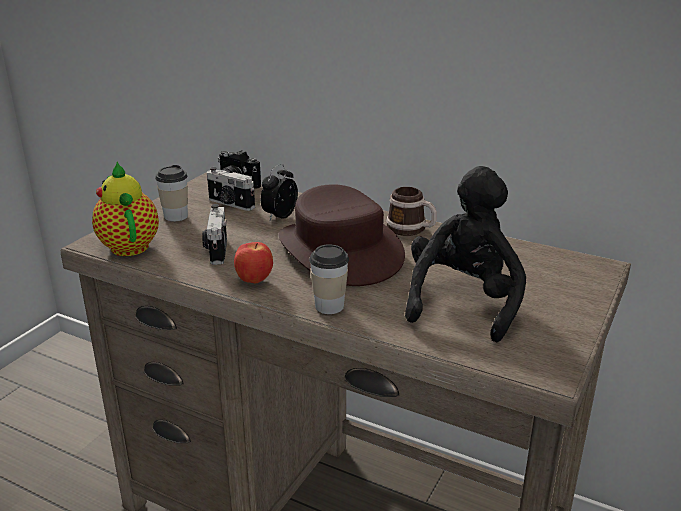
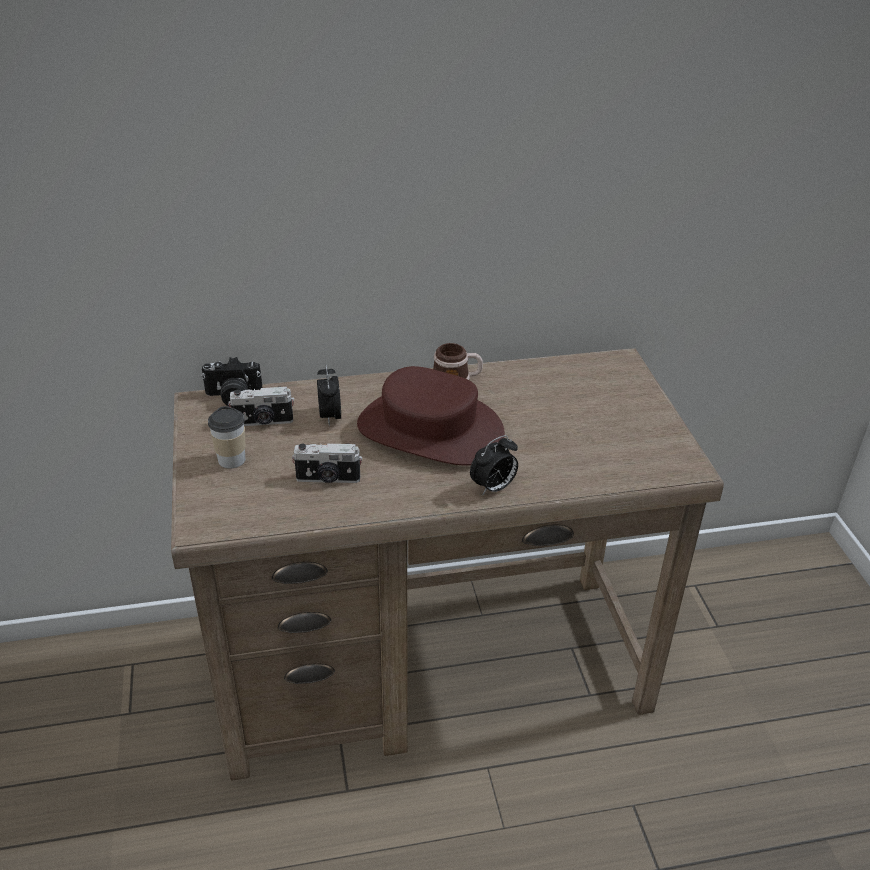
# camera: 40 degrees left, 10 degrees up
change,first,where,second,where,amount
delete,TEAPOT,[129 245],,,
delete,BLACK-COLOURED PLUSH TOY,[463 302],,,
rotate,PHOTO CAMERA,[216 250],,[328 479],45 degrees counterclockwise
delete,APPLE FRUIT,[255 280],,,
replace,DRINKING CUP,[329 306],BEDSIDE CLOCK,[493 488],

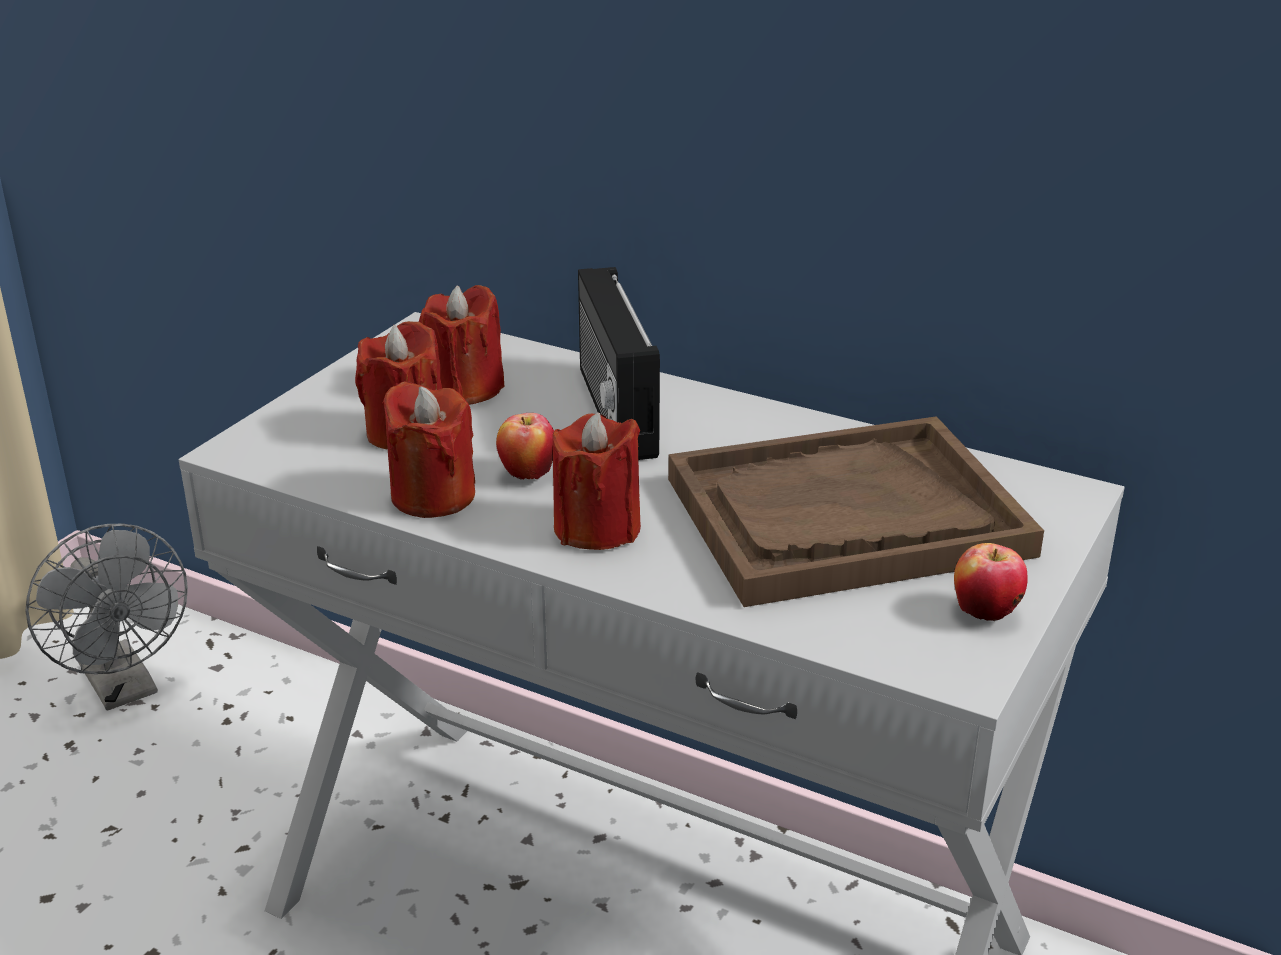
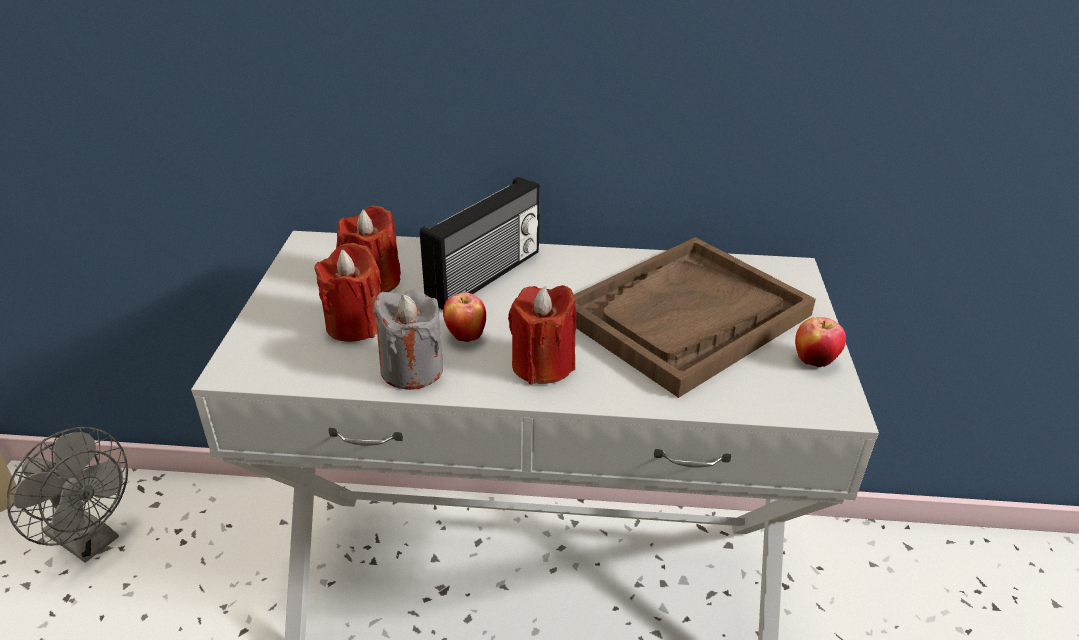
# camera: 25 degrees left, 5 degrees up
change,first,where,second,where,amount
rotate,RADIO,[612 412],,[486 276],105 degrees counterclockwise
recolor,RED WAX CANDLE,[433 496],GREY WAX CANDLE,[412 369],

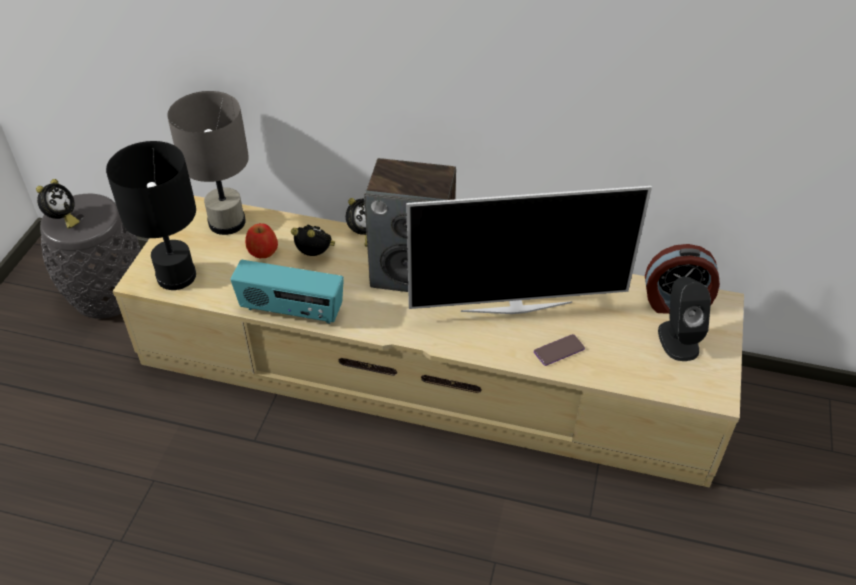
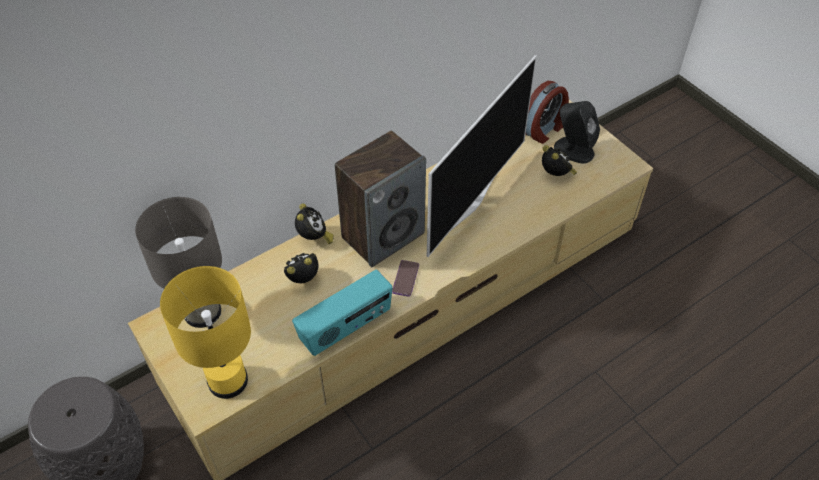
# camera: 50 degrees left, 5 degrees up
change,first,where,second,where,amount
recolor,BLACK-COLOURED LAMP FOR A TABLE,[177 276],YELLOW-COLOURED LAMP FOR A TABLE,[228 380],
move,BEDSIDE CLOCK,[62 219],,[556 175],
delete,APPLE FRUIT,[263 250],,,
move,PHONE,[559 350],,[405 278],

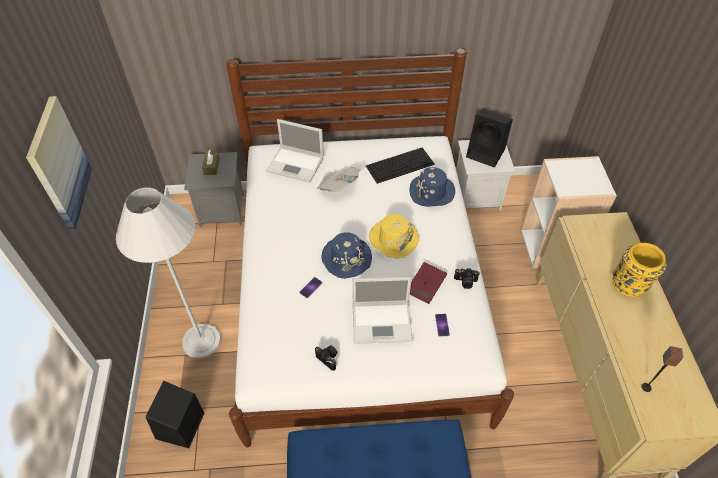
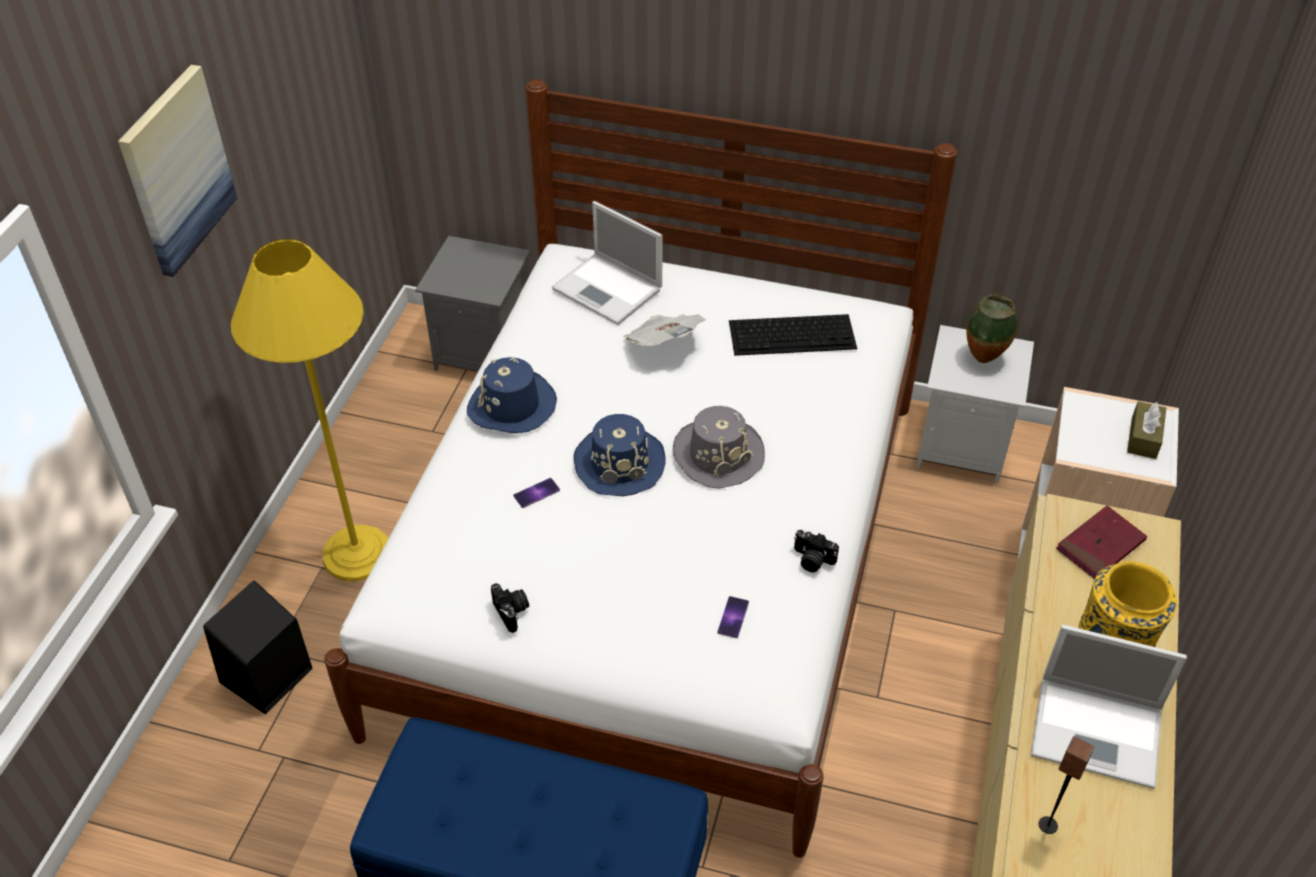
# camera: 20 degrees right, 5 degrees down
change,first,where,second,where,amount
replace,BLACK-COLOURED LOUDSPEAKER,[486 153],FLOWER VASE,[984 360],
move,BROWN BOX OF TISSUES,[211 166],,[1143 437],
move,BLUE-COLOURED HAT,[431 192],,[512 406],
recolor,WHITE FLOOR LAMP,[201 341],YELLOW-COLOURED FLOOR LAMP,[357 554],
recolor,YELLOW-COLOURED HAT,[393 239],GREY HAT,[718 454],
move,RED VOLUME,[426 284],,[1100 545],
move,PORTABLE COMPUTER,[383 322],,[1099 732],

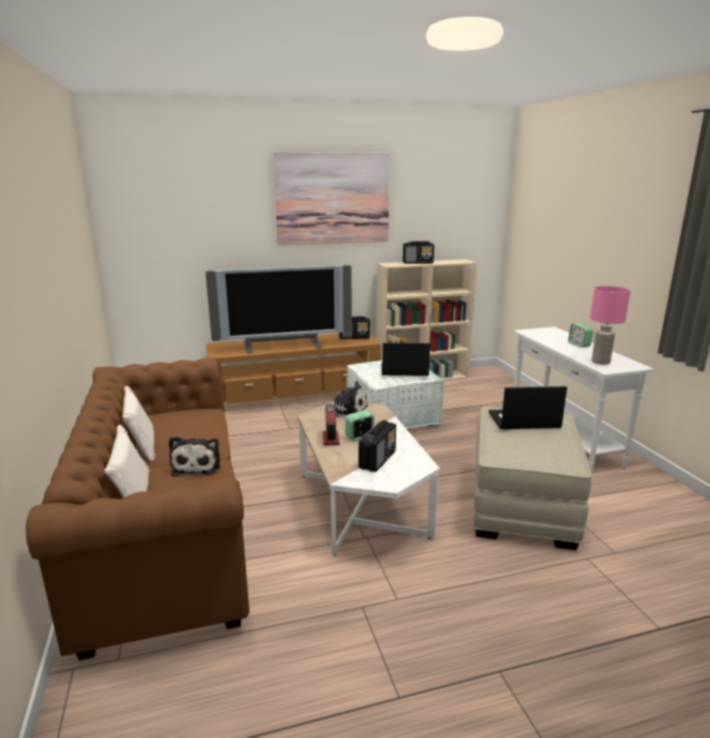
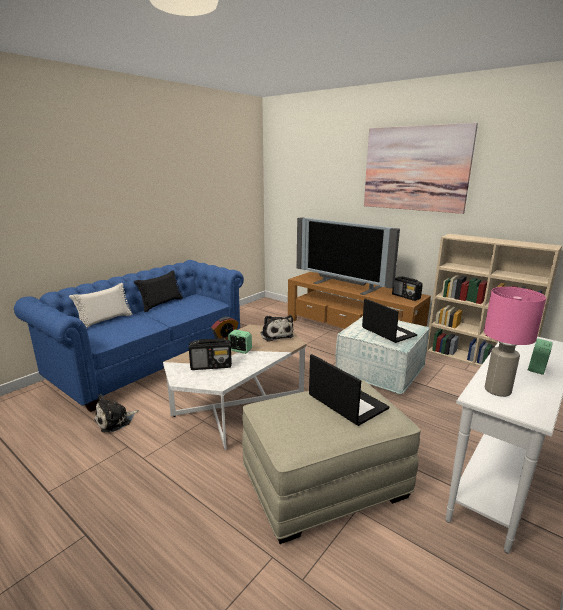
# camera: 55 degrees right, 0 degrees up
change,first,where,second,where,amount
delete,RADIO,[418 263],,,
recolor,BROWN SOFA,[167 539],BLUE-COLOURED SOFA,[151 362],
recolor,WHITE THROW PILLOW,[142 444],BLACK-COLOURED THROW PILLOW,[161 304],
move,PLUSH TOY,[197 465],,[115 421],

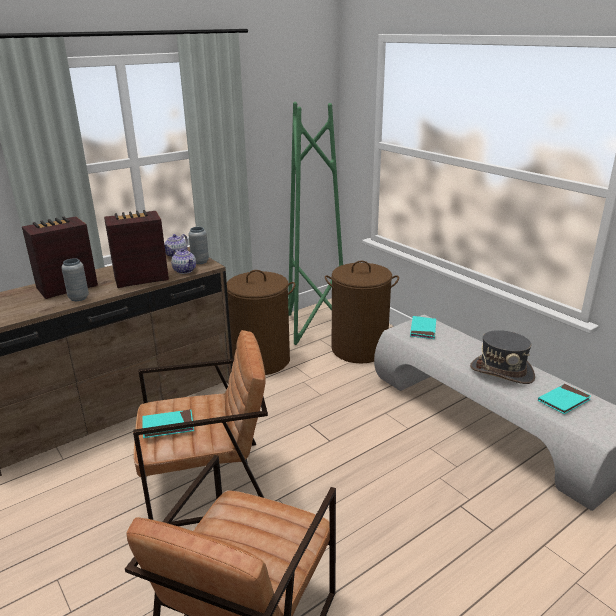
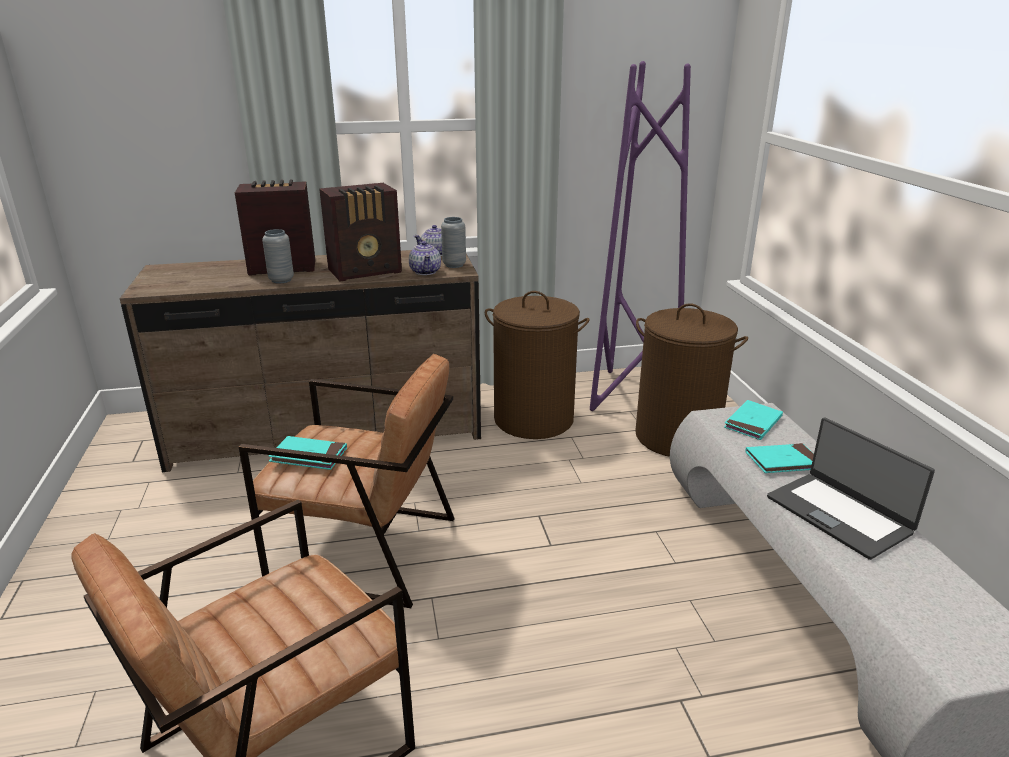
# camera: 25 degrees right, 0 degrees up
change,first,where,second,where,amount
recolor,GREEN-COLOURED CLOTHES RACK,[310 328],PURPLE CLOTHES RACK,[627 394],
rotate,RADIO,[140 278],,[367 271],150 degrees clockwise
replace,GREY HAT,[502 372],PORTABLE COMPUTER,[839 514],
move,TURQUOISE VOLUME,[563 401],,[783 461],

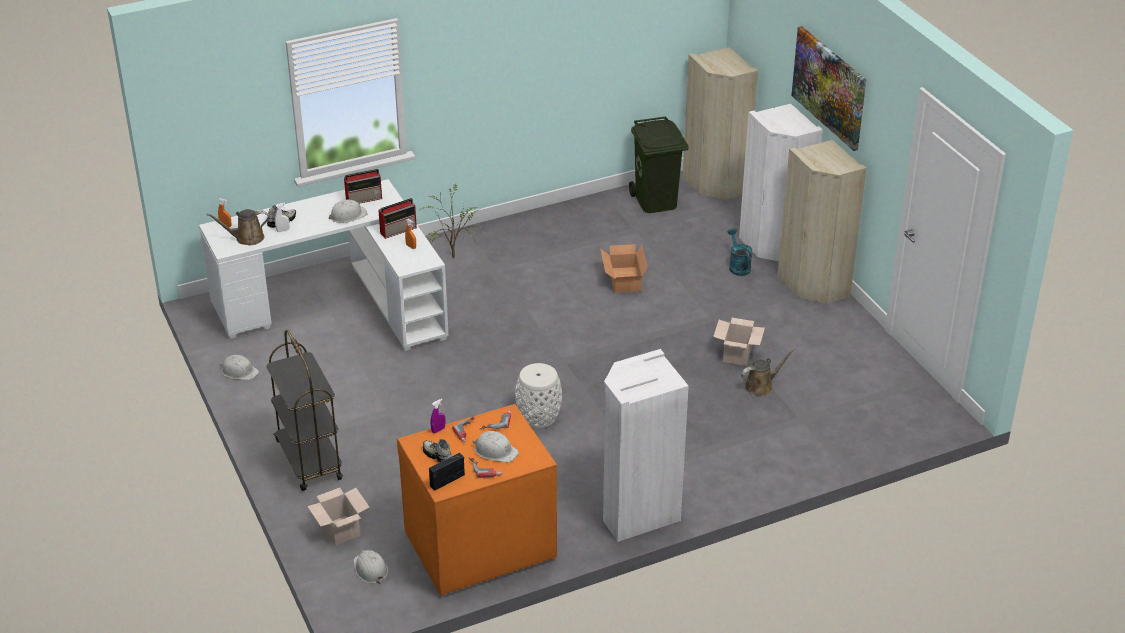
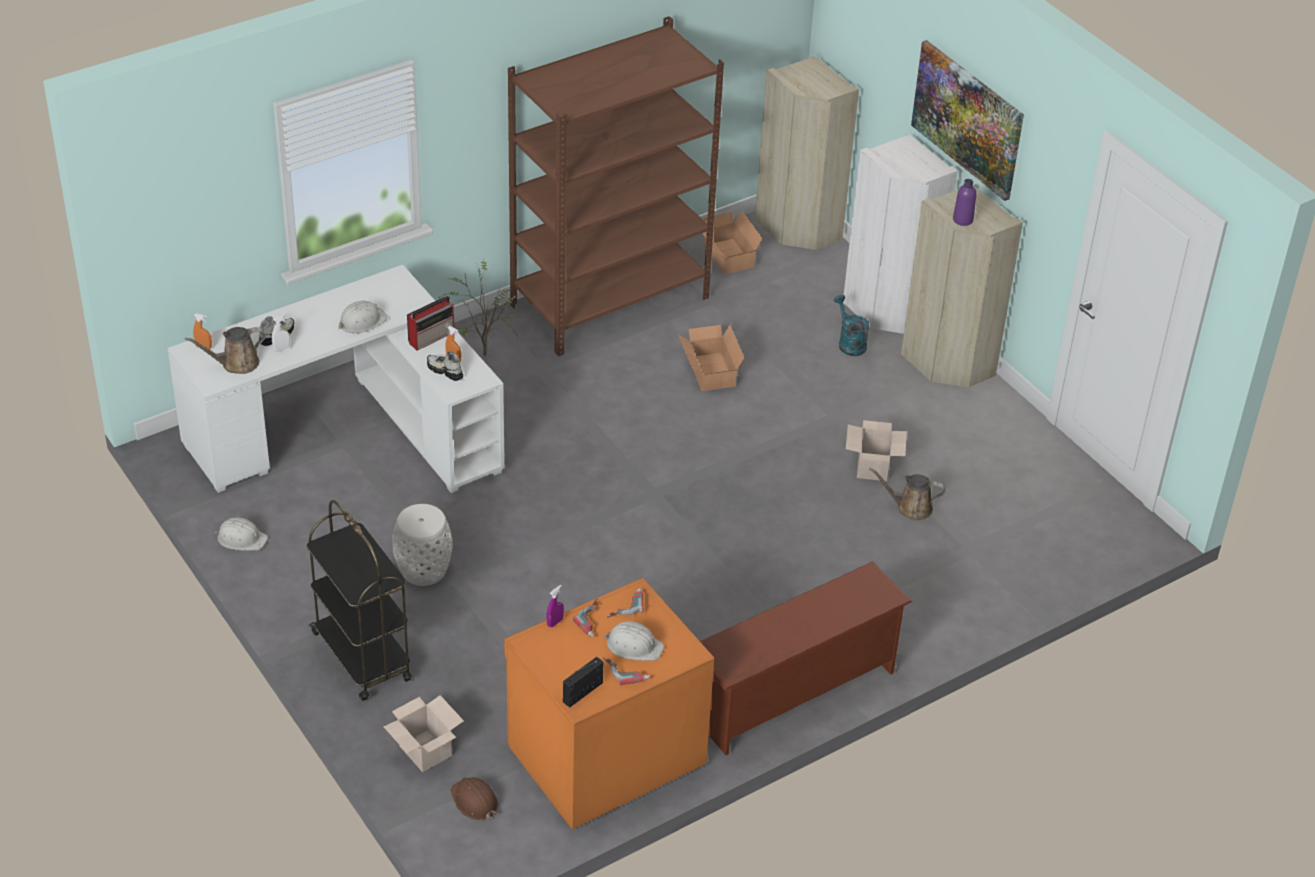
# camera: 10 degrees left, 5 degrees up
change,first,where,second,where,amount
replace,GREEN-COLOURED TRASH CAN,[655 201],CARDBOARD BOX,[727 257],
delete,RADIO,[364 199],,,
rotate,BROWN SPRINKLING CAN,[761 386],,[910 507],135 degrees counterclockwise
replace,WHITE CABINET,[638 514],BROWN SHOE STAND,[793 695],
move,WHITE STOOL,[538 417],,[423 570],
move,SHOE,[438 456],,[445 371],
recolor,WHITE HARD HAT,[370 569],BROWN HARD HAT,[474 801],
insert,,,BROWN BOOKCASE,[610 301],
insert,,,PURPLE BEVERAGE BOTTLE,[963 220],

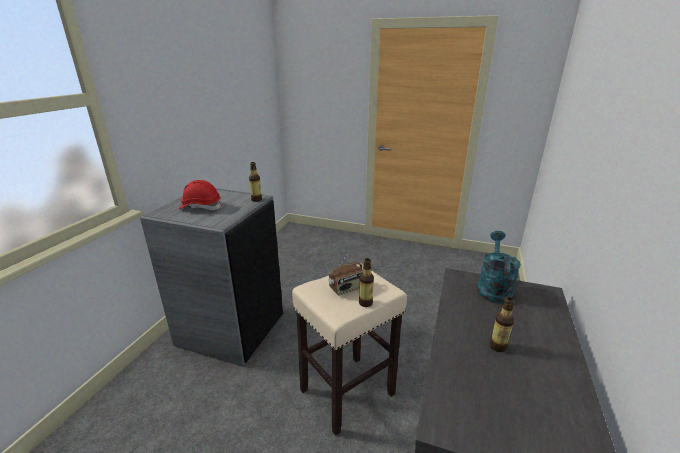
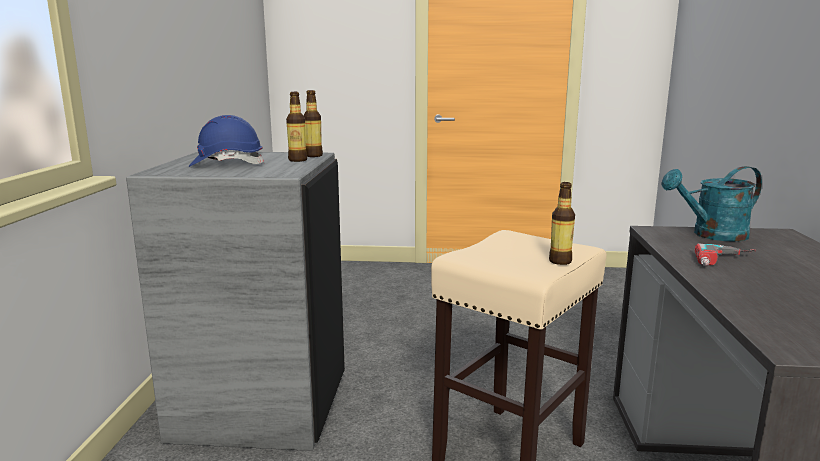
# camera: 15 degrees left, 10 degrees down
change,first,where,second,where,amount
recolor,RED HARD HAT,[200 207],BLUE-COLOURED HARD HAT,[227 164],
rotate,TURQUOISE SPRINKLING CAN,[493 287],,[712 235],105 degrees counterclockwise
delete,RADIO,[346 288],,,
move,BEVERAGE BOTTLE,[498 346],,[298 160],
insert,,,ELECTRIC DRILL,[728 262],

